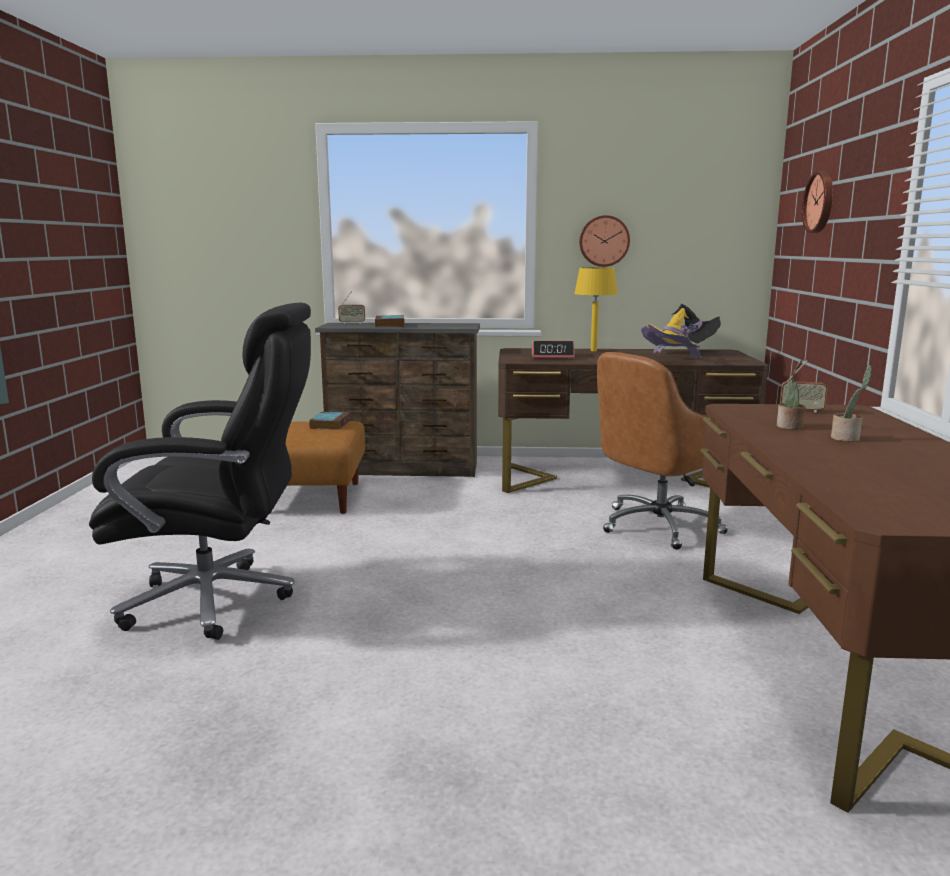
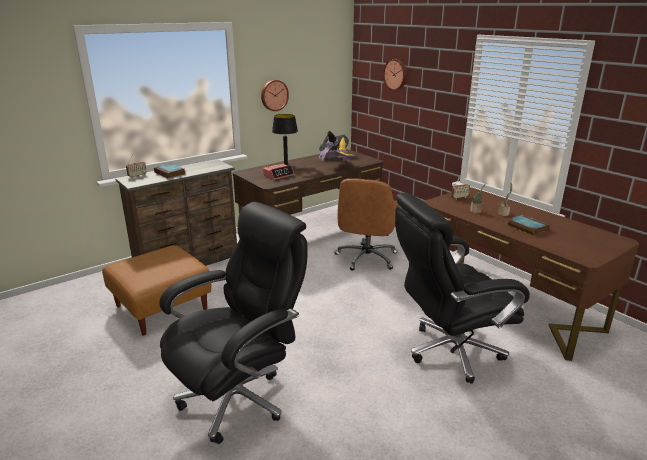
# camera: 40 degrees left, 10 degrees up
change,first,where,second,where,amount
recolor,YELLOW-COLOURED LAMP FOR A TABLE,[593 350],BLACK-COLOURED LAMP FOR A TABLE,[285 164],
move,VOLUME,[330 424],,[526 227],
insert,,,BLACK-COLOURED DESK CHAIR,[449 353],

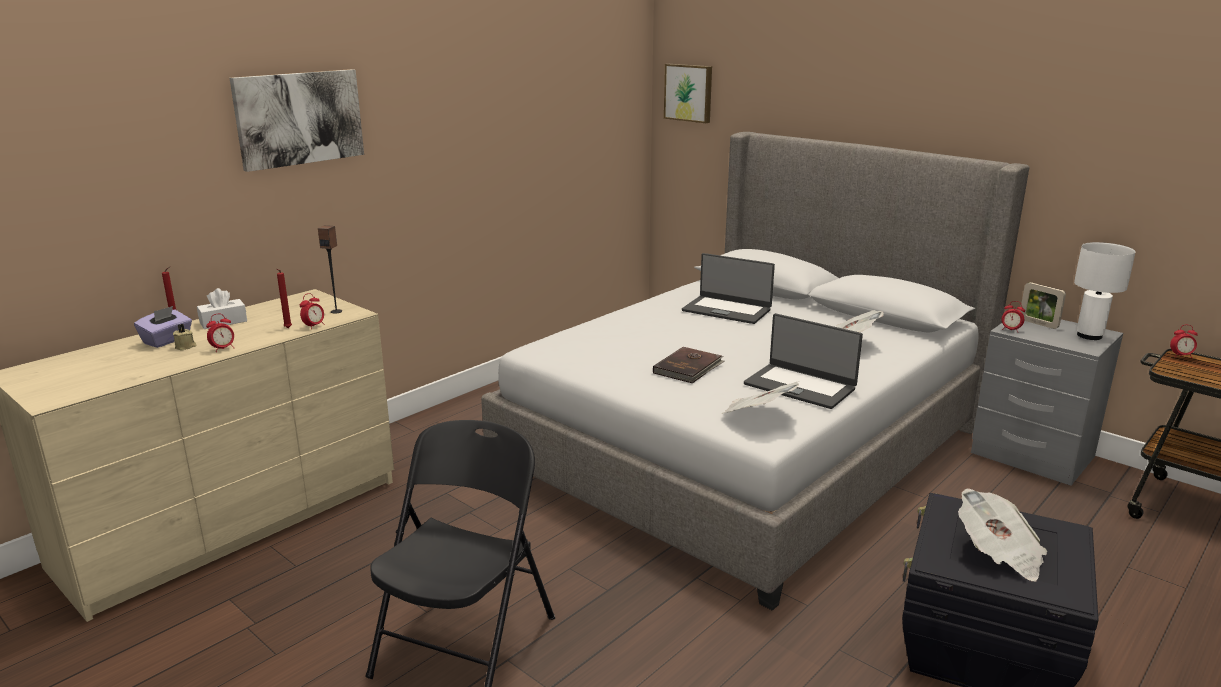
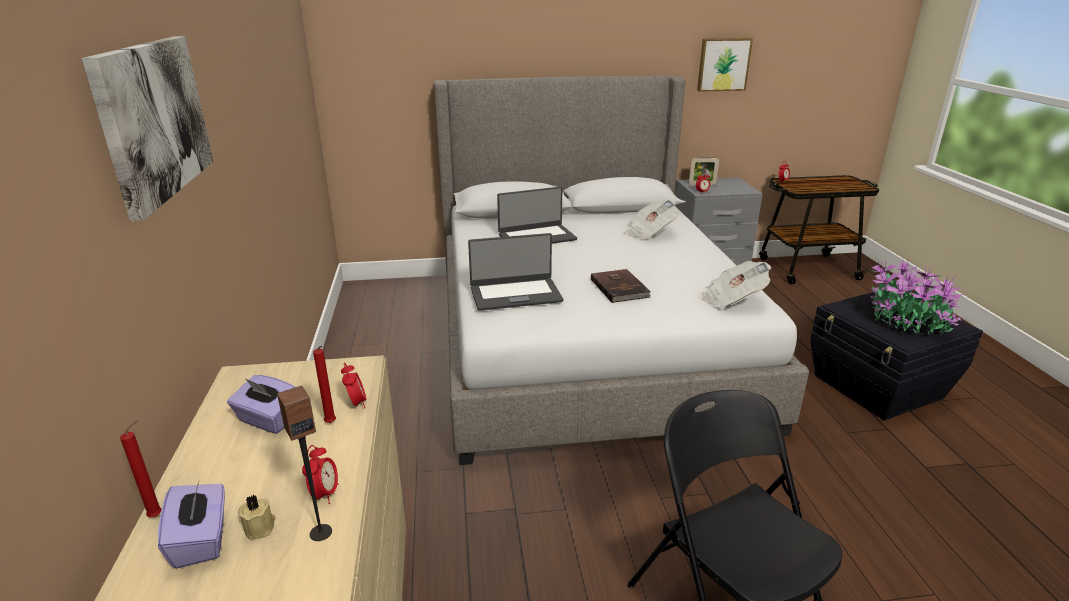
# camera: 50 degrees left, 5 degrees up
change,first,where,second,where,amount
move,WALL PICTURE,[689 92],,[723 64],
move,LOUDSPEAKER,[336 311],,[320 532],
delete,WHITE LAMP FOR A TABLE,[1089 335],,,
delete,WHITE BOX OF TISSUES,[223 322],,,
move,PORTABLE COMPUTER,[800 386],,[515 294],
replace,PRINTED PAPER,[999 554],HOUSEPLANT,[905 322],
insert,,,PURPLE BOX OF TISSUES,[269 420],

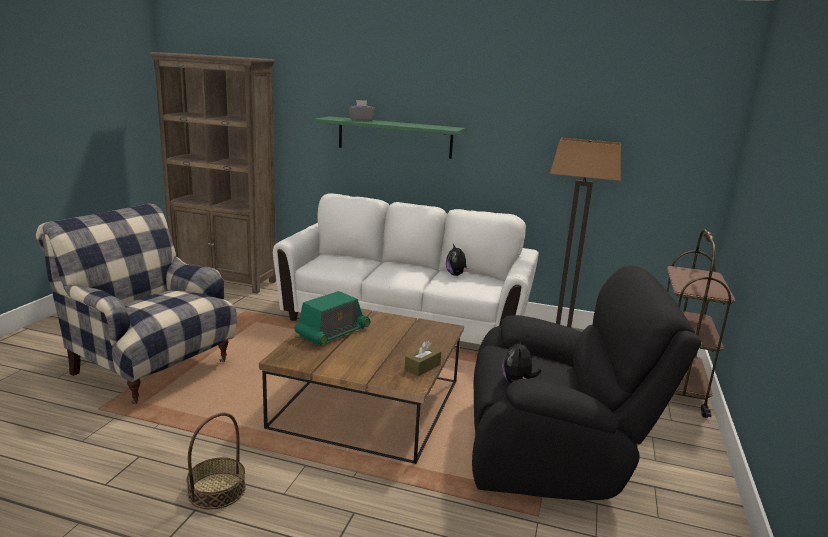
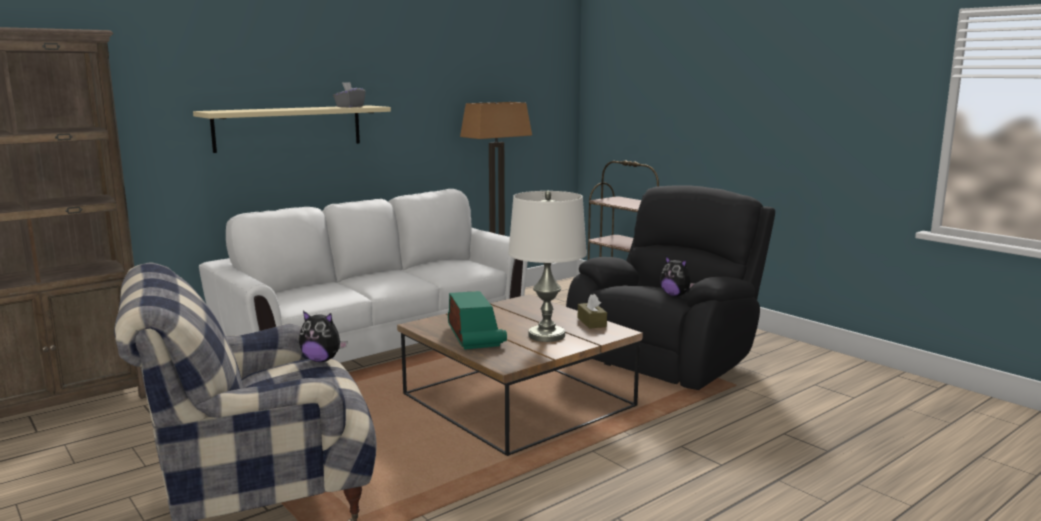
# camera: 55 degrees left, 5 degrees down
change,first,where,second,where,amount
move,GREY BOX OF TISSUES,[361 120],,[349 107],
recolor,GREEN-COLOURED BRACKET SHELF,[394 137],BEIGE BRACKET SHELF,[289 128],
move,PLUSH TOY,[456 274],,[322 360],
delete,STORAGE BASKET,[217 490],,,
insert,,,WHITE LAMP FOR A TABLE,[546 335],

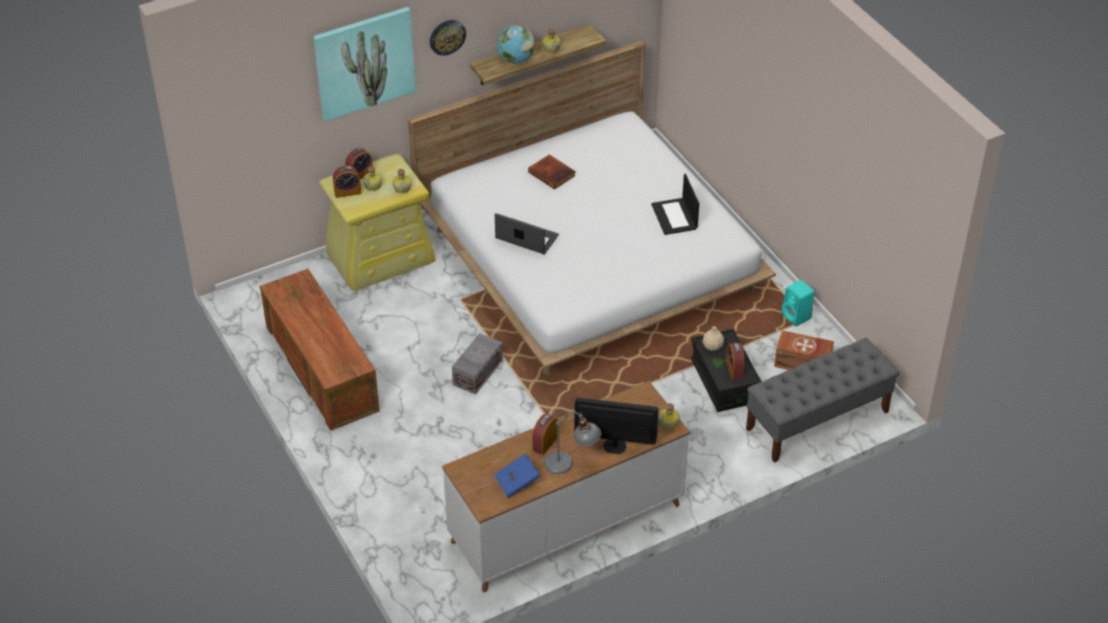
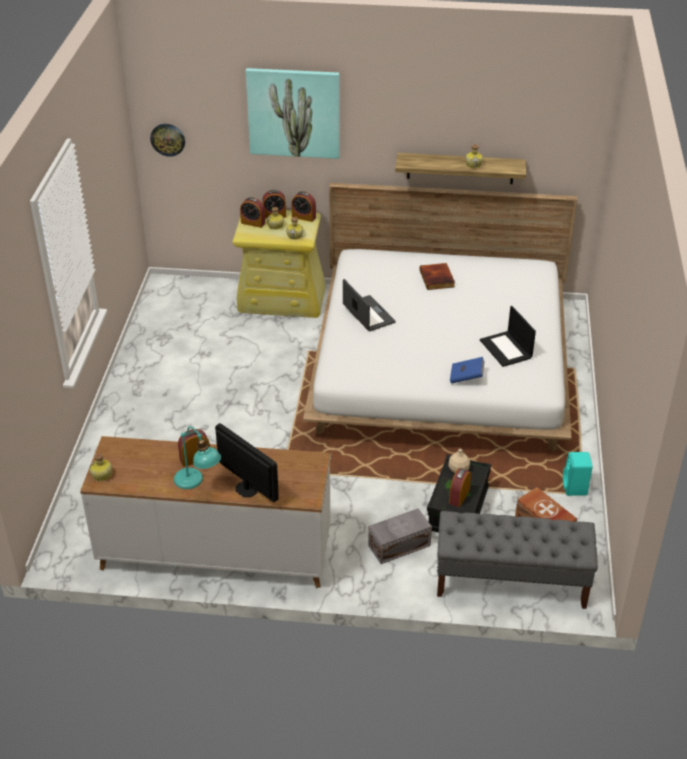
# camera: 35 degrees right, 5 degrees down
change,first,where,second,where,amount
move,HANGING CLOCK,[447 37],,[168 139],
delete,DESK GLOBE,[515 60],,,
rotate,PORTABLE COMPUTER,[675 217],,[506 349],45 degrees counterclockwise
delete,BROWN BENCH,[319 368],,,
move,GREY STORAGE BIN,[476 373],,[398 545],
move,BEVERAGE BOTTLE,[669 423],,[102 475],
recolor,GREY LAMP FOR A TABLE,[571 462],TURQUOISE LAMP FOR A TABLE,[198 484],
move,BLUE-COLOURED VOLUME,[517 482],,[466 377],
insert,,,BEDSIDE CLOCK,[303 217],

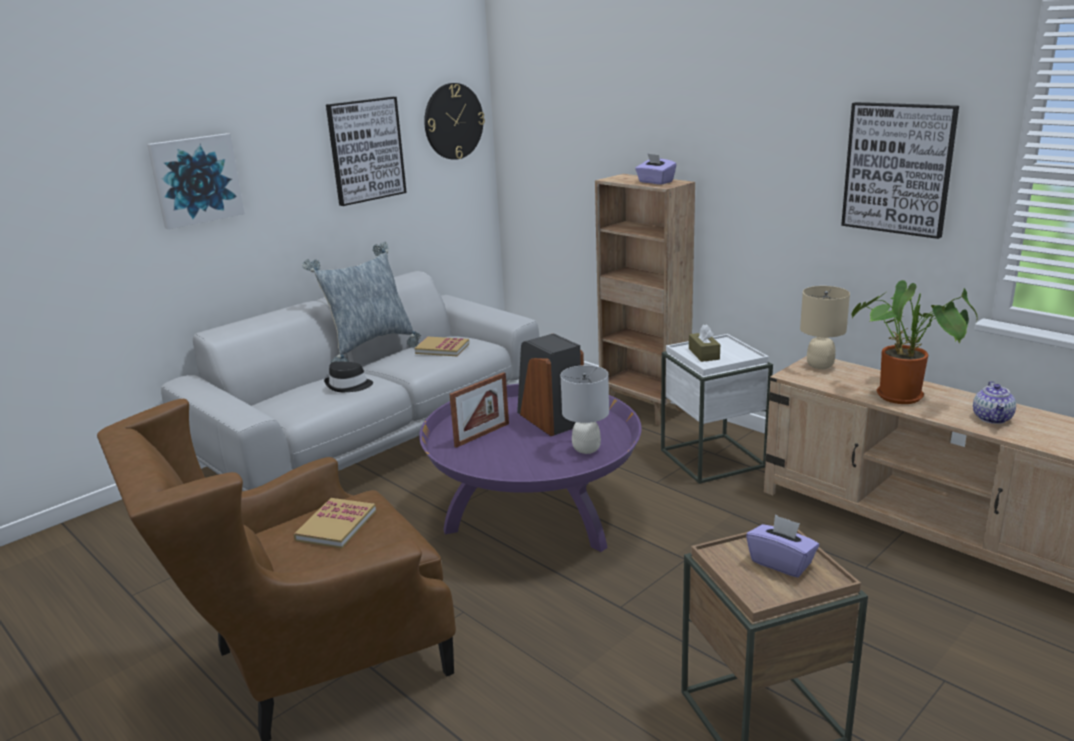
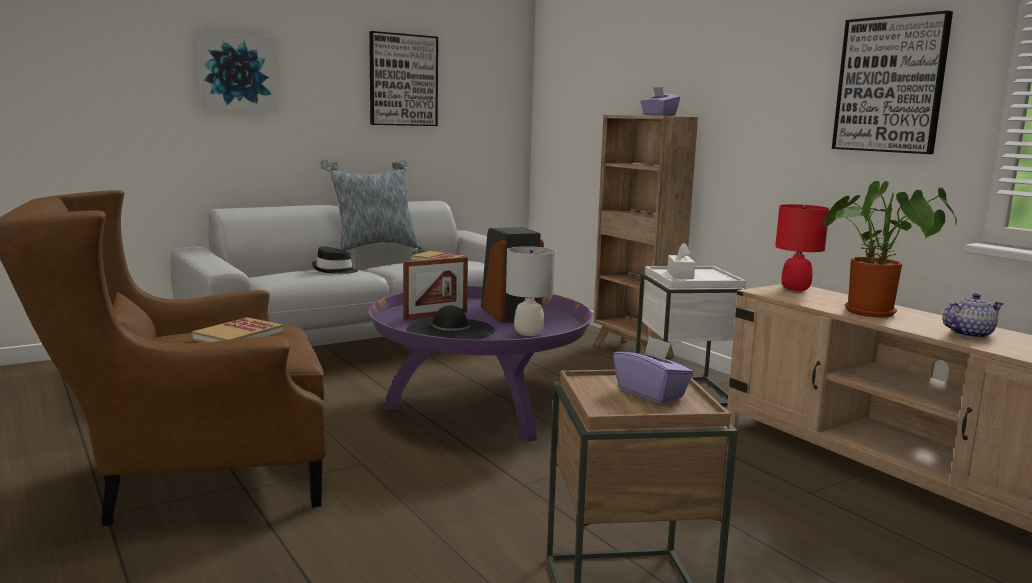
# camera: 10 degrees right, 10 degrees down
change,first,where,second,where,amount
delete,HANGING CLOCK,[453 121],,,
recolor,BEIGE LAMP FOR A TABLE,[820 367],RED LAMP FOR A TABLE,[795 289],
recolor,BROWN BOX OF TISSUES,[704 354],WHITE BOX OF TISSUES,[680 275],
rotate,TEAPOT,[992 418],,[969 334],135 degrees counterclockwise
insert,,,BLACK-COLOURED HAT,[450 331],

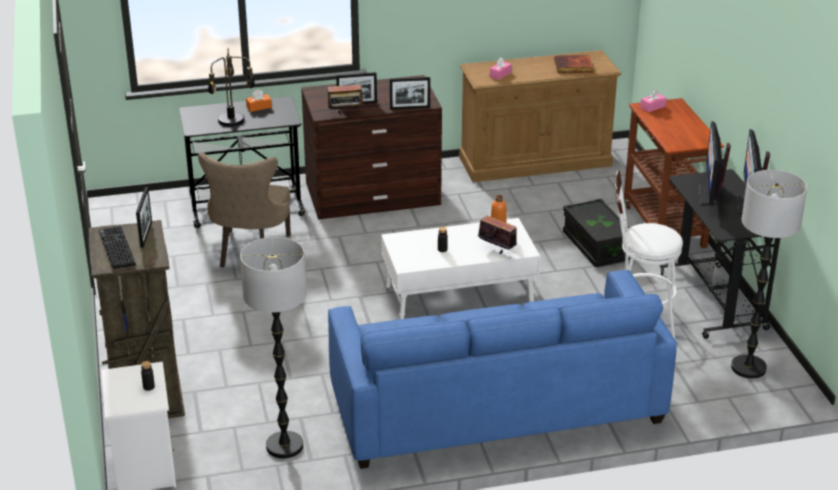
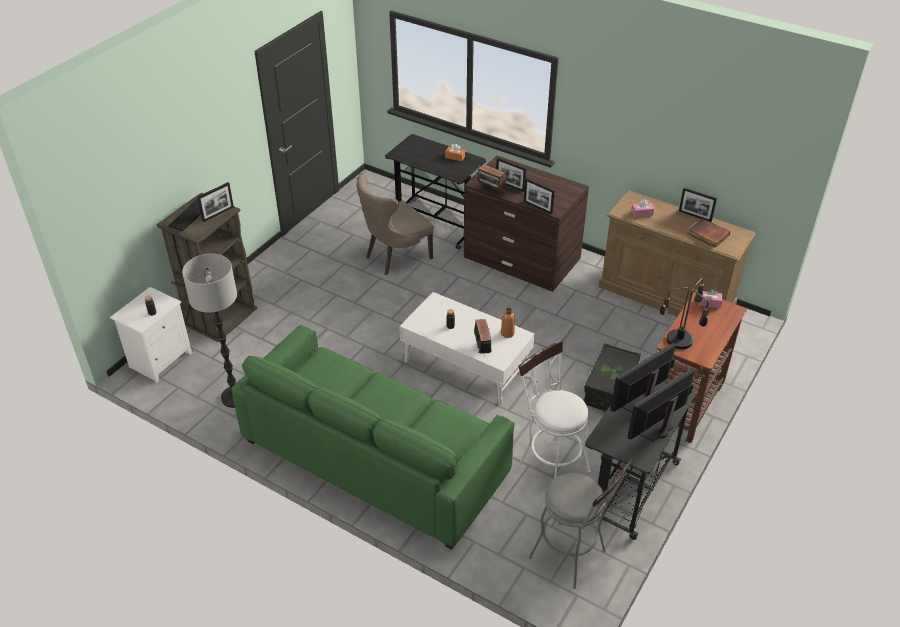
# camera: 45 degrees right, 10 degrees up
change,first,where,second,where,amount
move,LAMP FOR A TABLE,[231 120],,[679 340],
replace,FLOOR LAMP,[748 368],GREY STOOL,[572 558],
recolor,BLUE-COLOURED SOFA,[495 405],GREEN-COLOURED SOFA,[374 458],
insert,,,STANDING FRAME,[695 216],

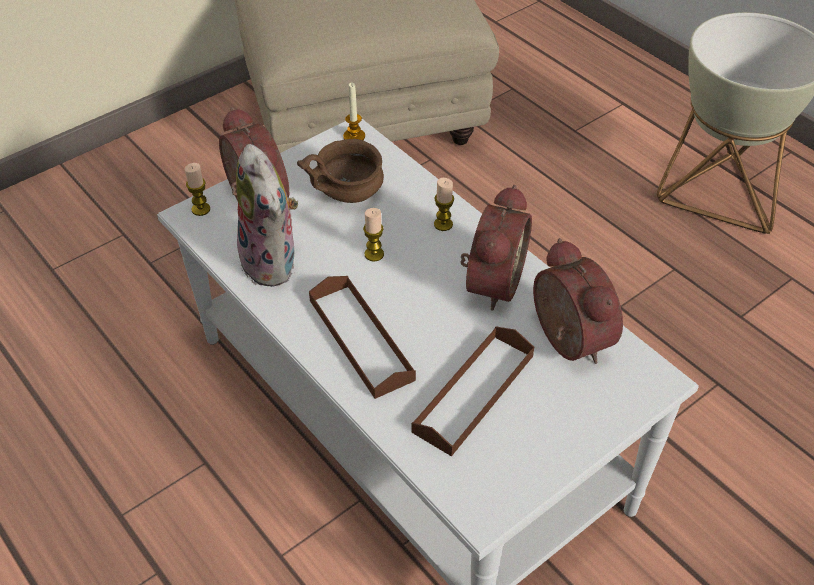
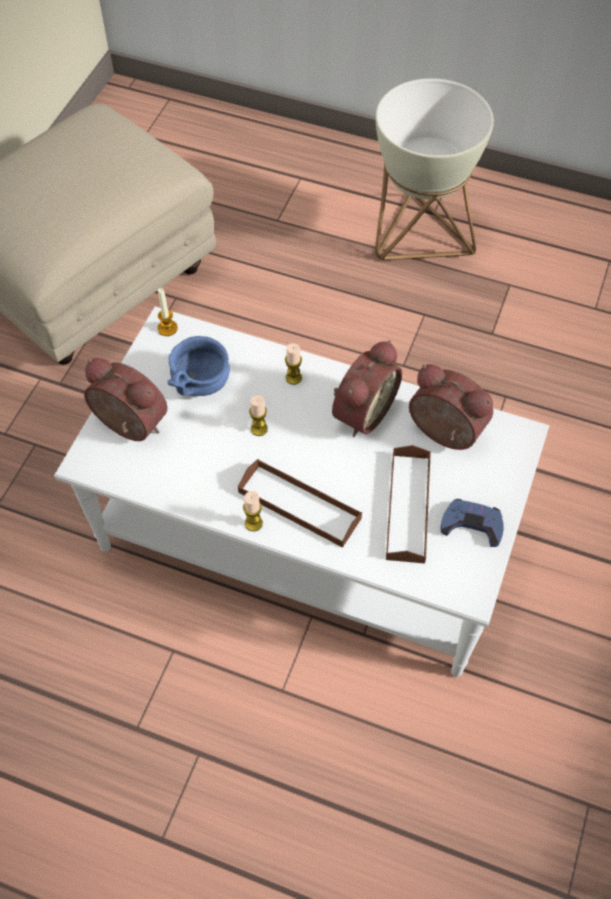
# camera: 30 degrees left, 10 degrees up
change,first,where,second,where,amount
recolor,BROWN DEEP DISH,[349 193],BLUE-COLOURED DEEP DISH,[201 383],
delete,PLUSH TOY,[274 263],,,
move,WAX CANDLE,[201 209],,[253 523],
rotate,BEDSIDE CLOCK,[490 282],,[361 411],45 degrees clockwise
insert,,,BLUE-COLOURED GAME CONTROLLER,[472 524],

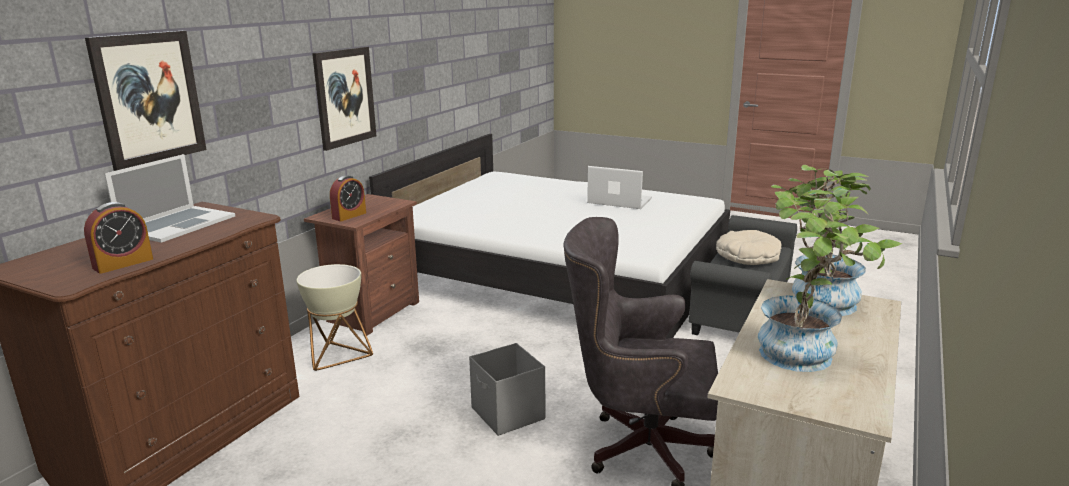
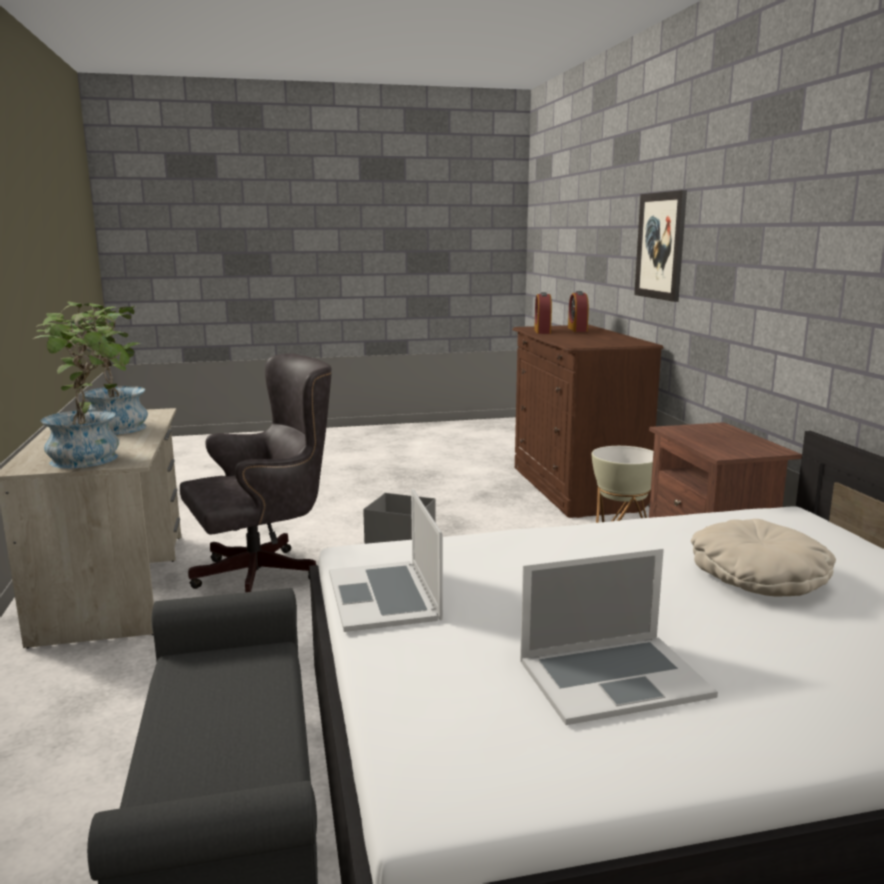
# camera: 140 degrees right, 5 degrees down
change,first,where,second,where,amount
delete,WALL PICTURE,[344 97],,,
move,PORTABLE COMPUTER,[177 224],,[384 595],
move,BEDSIDE CLOCK,[349 216],,[577 329],
move,BEIGE THROW PILLOW,[747 257],,[761 576],

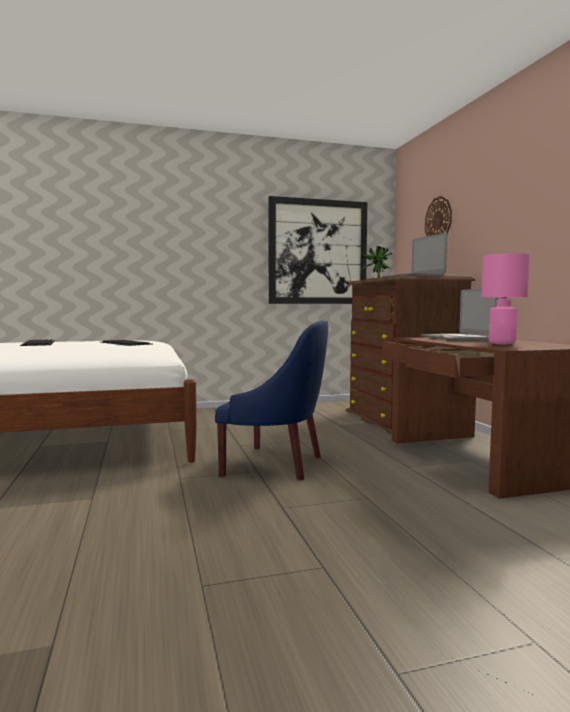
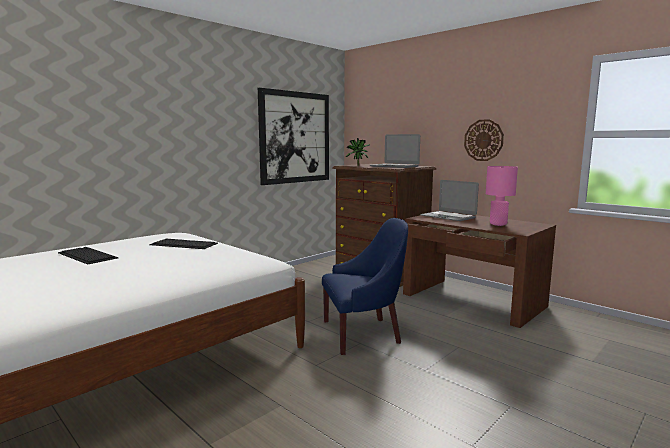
# camera: 30 degrees left, 5 degrees up
change,first,where,second,where,amount
move,HANGING CLOCK,[438 220],,[483 140],

